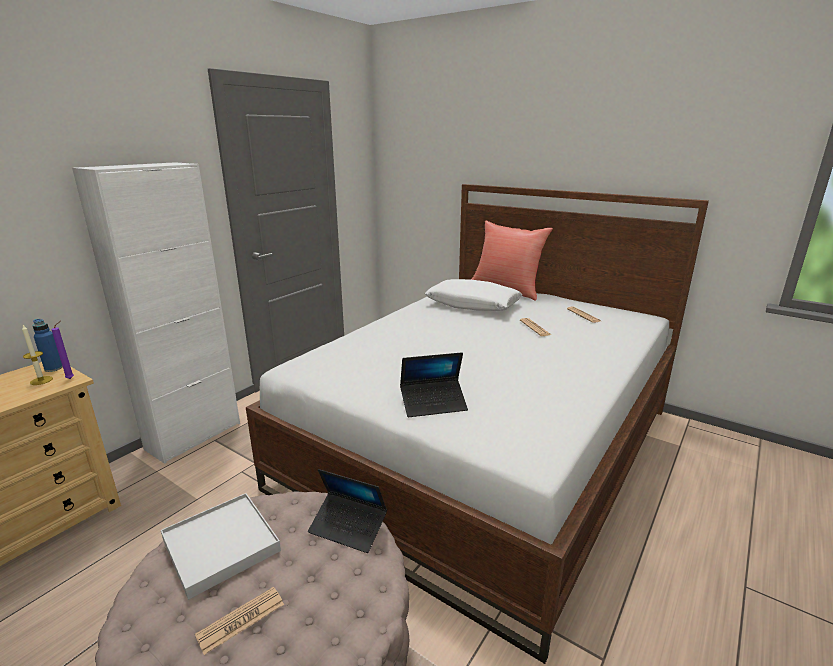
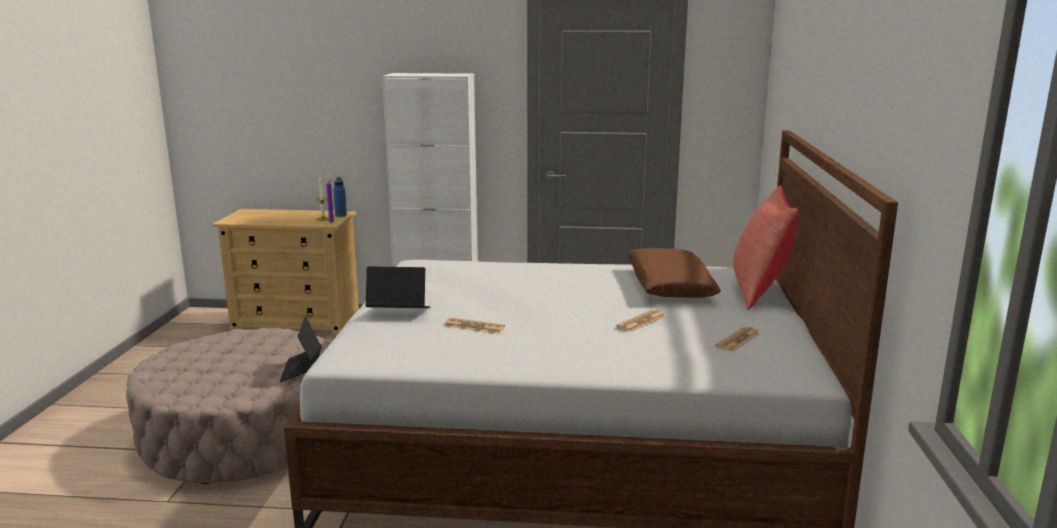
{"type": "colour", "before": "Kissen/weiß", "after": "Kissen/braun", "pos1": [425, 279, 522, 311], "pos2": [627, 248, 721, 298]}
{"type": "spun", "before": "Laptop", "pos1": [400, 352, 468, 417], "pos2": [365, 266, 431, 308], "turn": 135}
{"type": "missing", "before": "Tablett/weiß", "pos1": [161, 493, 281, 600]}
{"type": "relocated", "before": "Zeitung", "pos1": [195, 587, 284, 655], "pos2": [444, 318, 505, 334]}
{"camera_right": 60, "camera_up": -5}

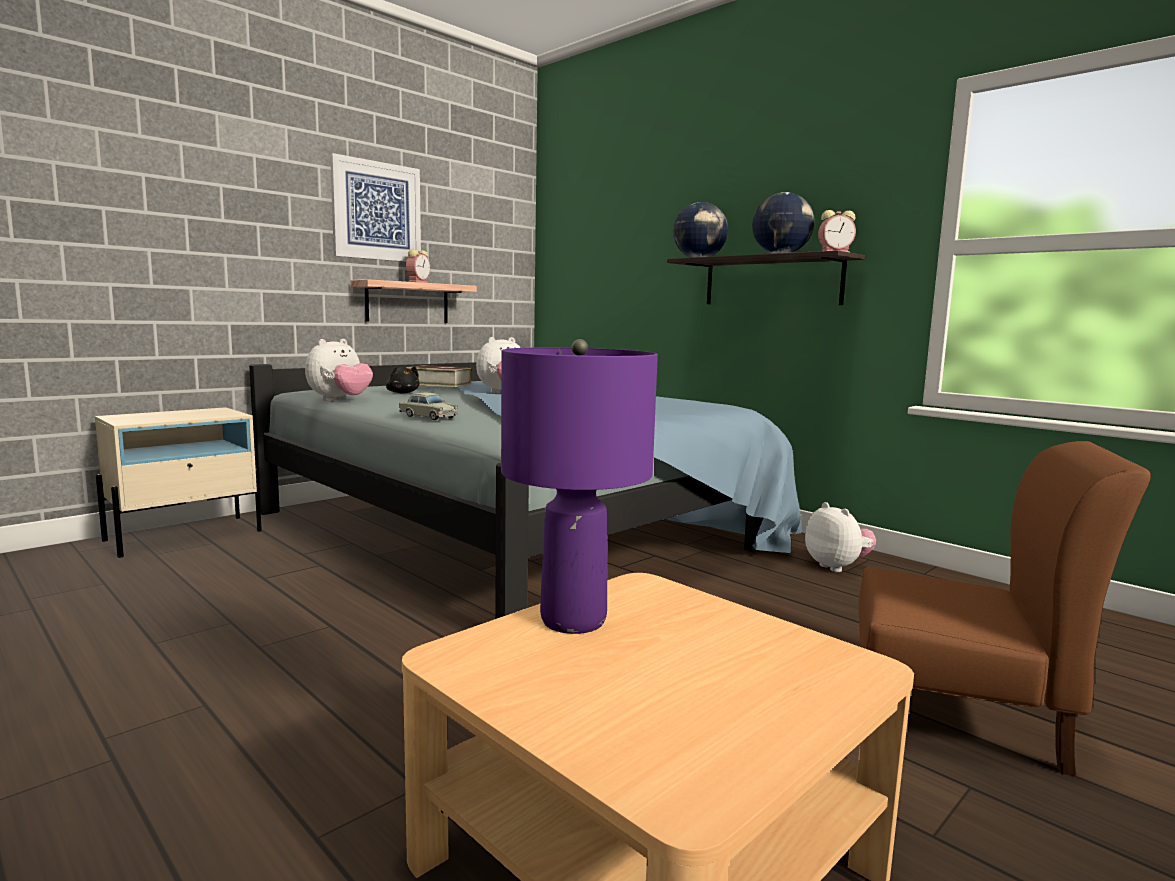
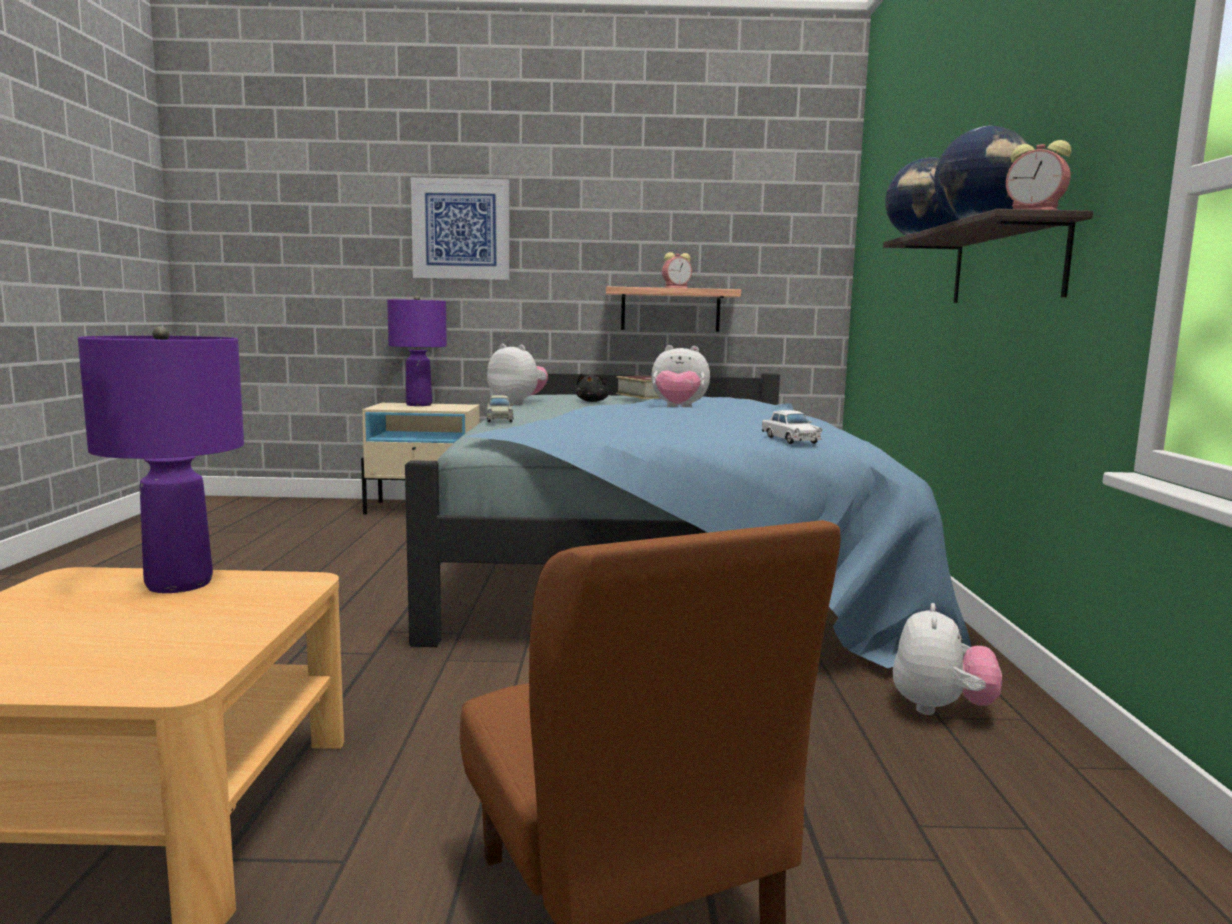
{"type": "relocated", "before": "Bild", "pos1": [330, 153, 421, 262], "pos2": [411, 177, 510, 280]}
{"type": "spun", "before": "Plüschtier", "pos1": [305, 339, 373, 401], "pos2": [487, 344, 548, 405], "turn": -135}
{"type": "appeared", "after": "Tischlampe/lila", "pos2": [387, 296, 447, 406]}
{"type": "appeared", "after": "Spielzeugauto/weiß", "pos2": [762, 410, 822, 444]}
{"camera_right": 45, "camera_up": 0}

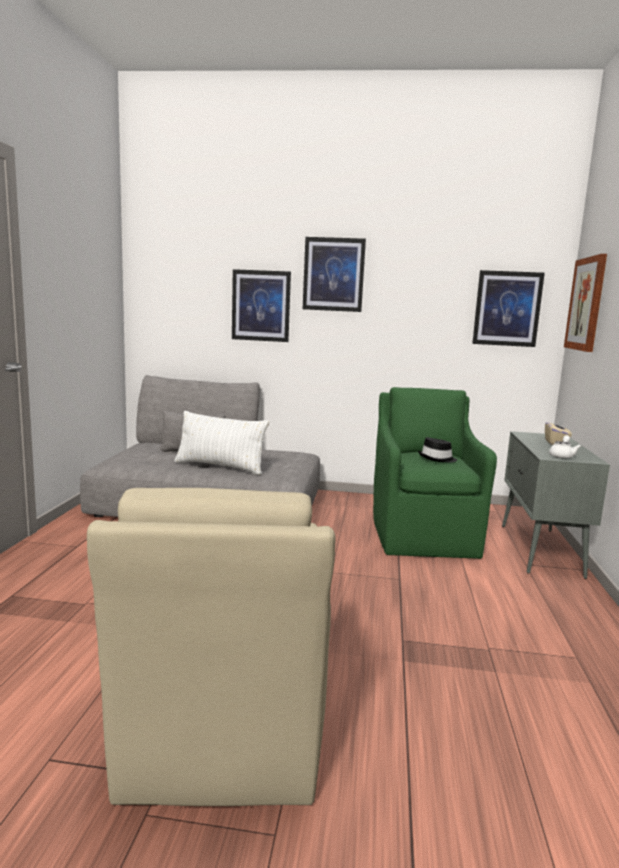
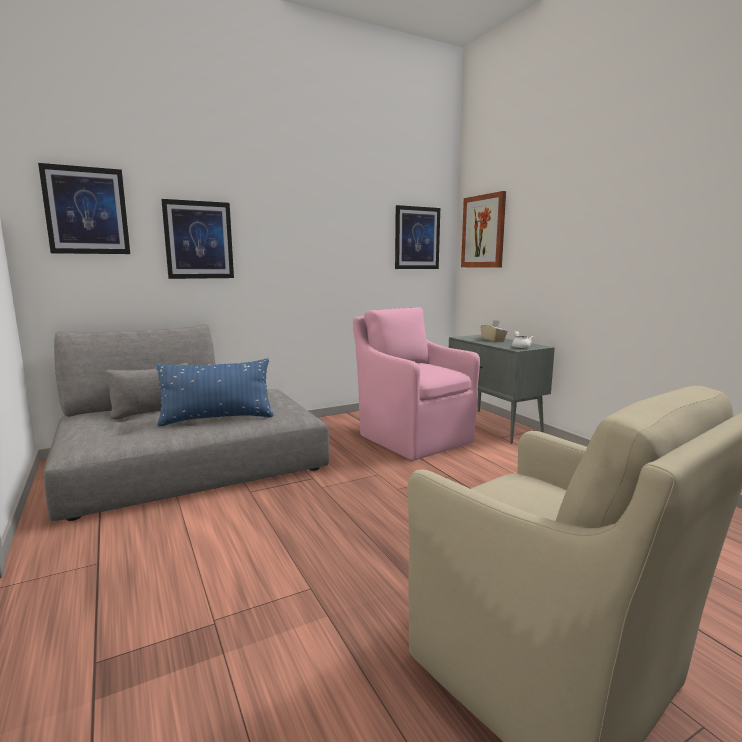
{"type": "relocated", "before": "Bild", "pos1": [303, 237, 366, 312], "pos2": [38, 163, 130, 254]}
{"type": "colour", "before": "Sessel/grün", "after": "Sessel/rosa", "pos1": [373, 387, 497, 559], "pos2": [353, 307, 480, 461]}
{"type": "colour", "before": "Kissen/weiß", "after": "Kissen/blau", "pos1": [174, 411, 269, 475], "pos2": [156, 358, 274, 426]}
{"type": "missing", "before": "Hut/schwarz", "pos1": [418, 437, 457, 462]}
{"camera_right": -35, "camera_up": 0}

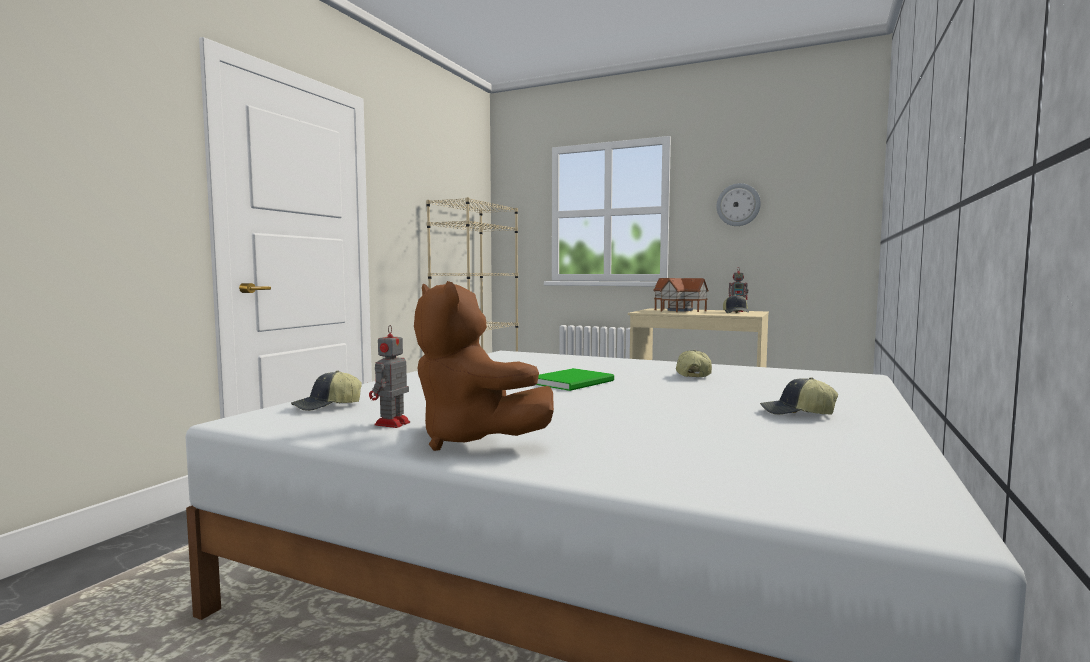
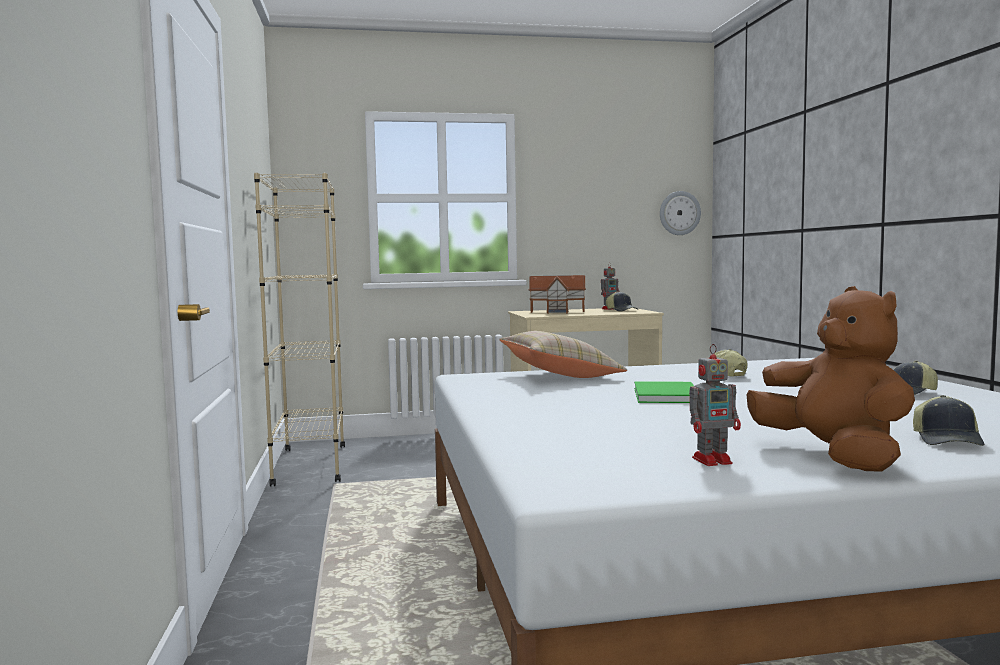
{"type": "relocated", "before": "Wanduhr", "pos1": [716, 183, 761, 226], "pos2": [660, 191, 701, 235]}
{"type": "spun", "before": "Plüschtier/braun", "pos1": [414, 281, 554, 451], "pos2": [746, 286, 915, 472], "turn": -120}
{"type": "spun", "before": "Spielzeugroboter", "pos1": [369, 325, 410, 428], "pos2": [689, 344, 741, 466], "turn": -90}
{"type": "relocated", "before": "Kappe", "pos1": [291, 371, 362, 411], "pos2": [913, 395, 984, 446]}
{"type": "appeared", "after": "Kissen/beige", "pos2": [499, 331, 627, 378]}
{"camera_right": -35, "camera_up": 0}

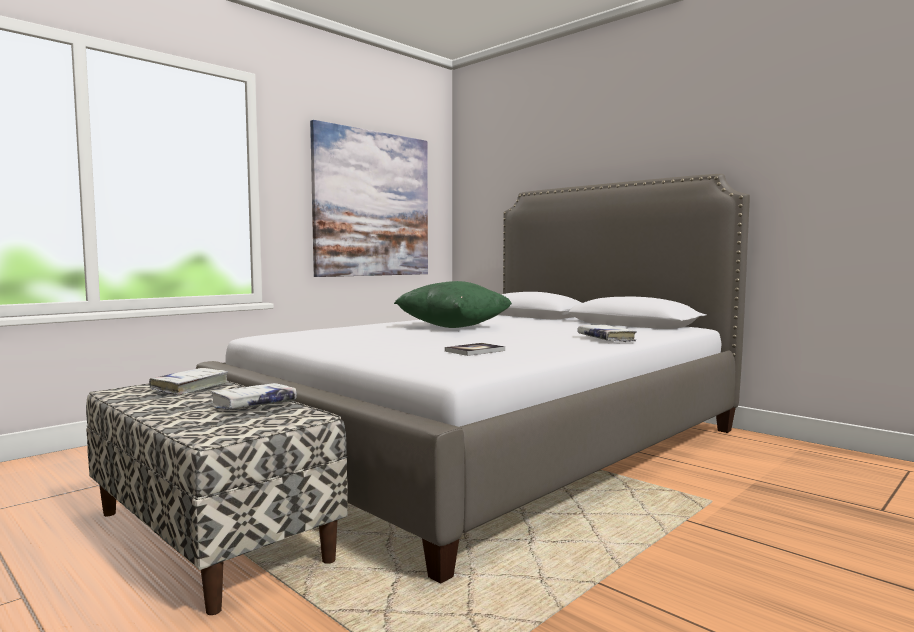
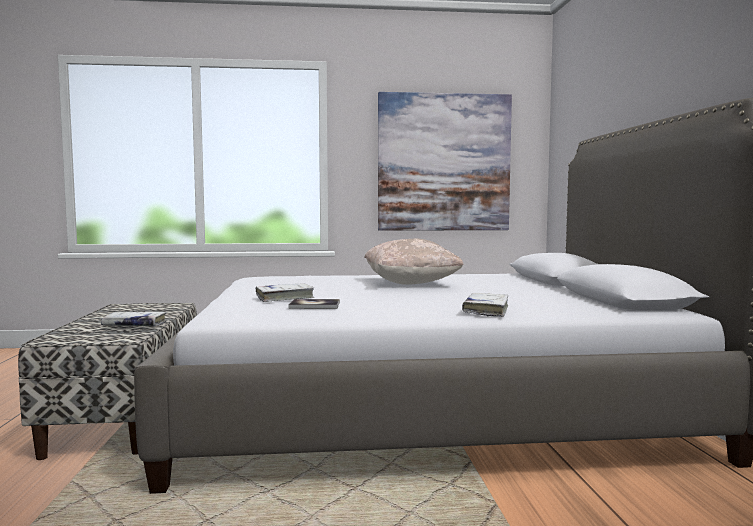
{"type": "colour", "before": "Kissen/grün", "after": "Kissen/beige", "pos1": [394, 281, 512, 328], "pos2": [364, 239, 464, 284]}
{"type": "relocated", "before": "Buch/weiß", "pos1": [149, 368, 228, 395], "pos2": [256, 283, 315, 302]}
{"camera_right": 40, "camera_up": 0}

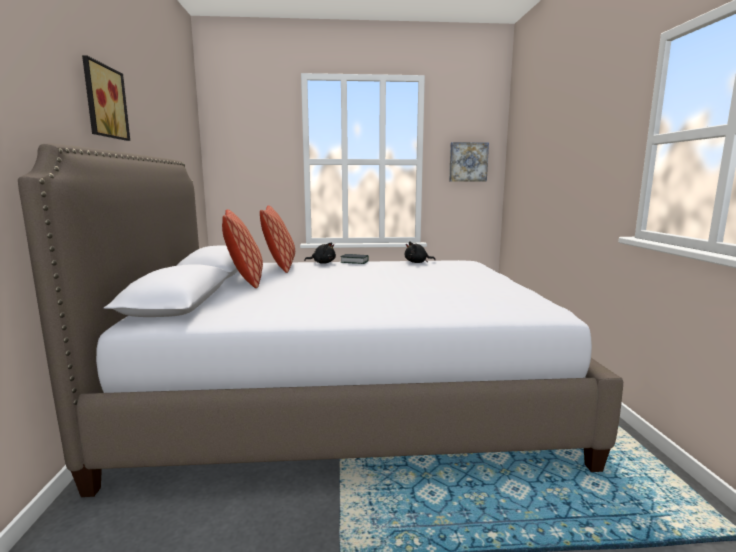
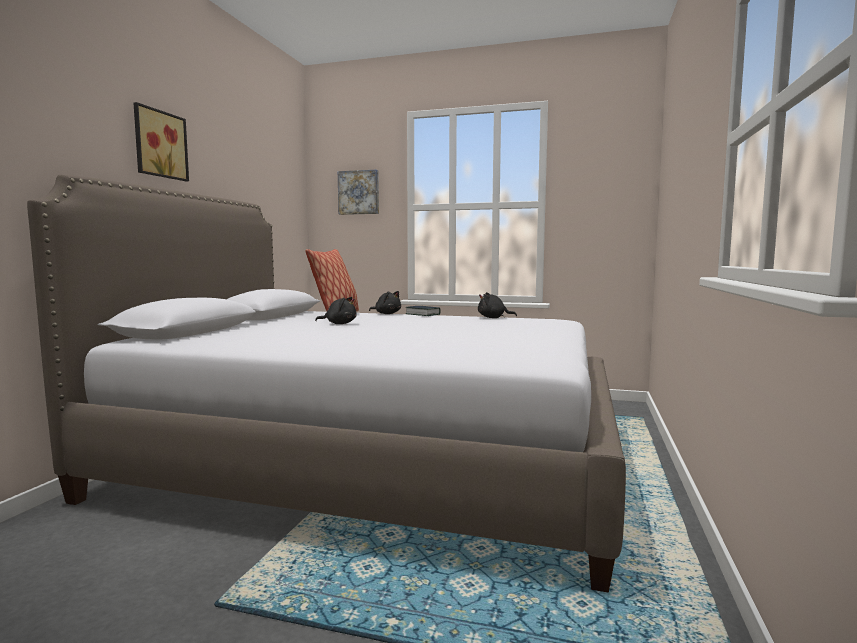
{"type": "relocated", "before": "Bild", "pos1": [449, 142, 489, 181], "pos2": [338, 169, 379, 215]}
{"type": "missing", "before": "Kissen", "pos1": [222, 209, 263, 288]}
{"type": "appeared", "after": "Plüschtier/schwarz", "pos2": [315, 297, 357, 324]}
{"camera_right": 20, "camera_up": -5}

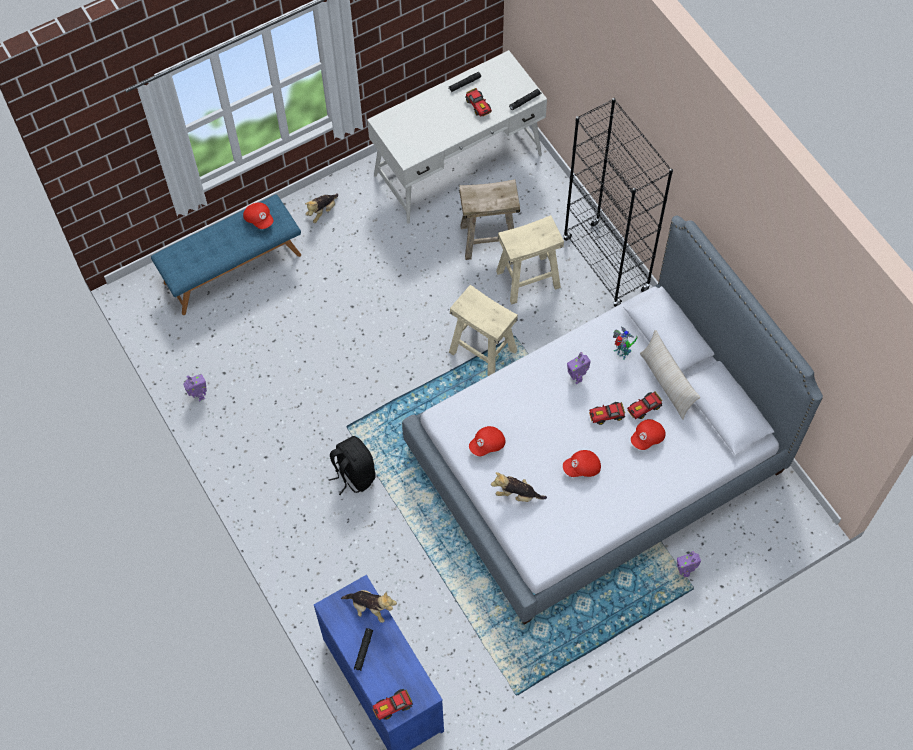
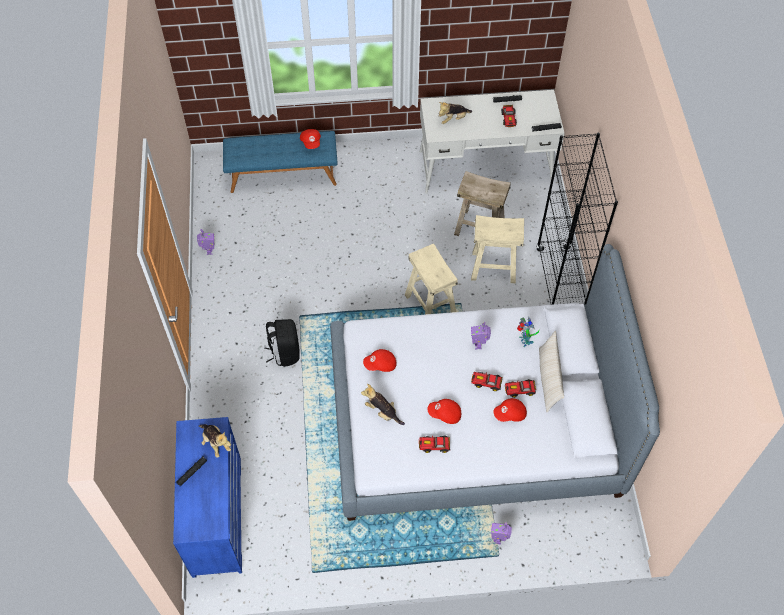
{"type": "relocated", "before": "Plüschtier", "pos1": [305, 193, 338, 223], "pos2": [439, 102, 472, 124]}
{"type": "relocated", "before": "Spielzeugauto", "pos1": [372, 689, 413, 720], "pos2": [419, 435, 450, 453]}
{"camera_right": 25, "camera_up": -5}

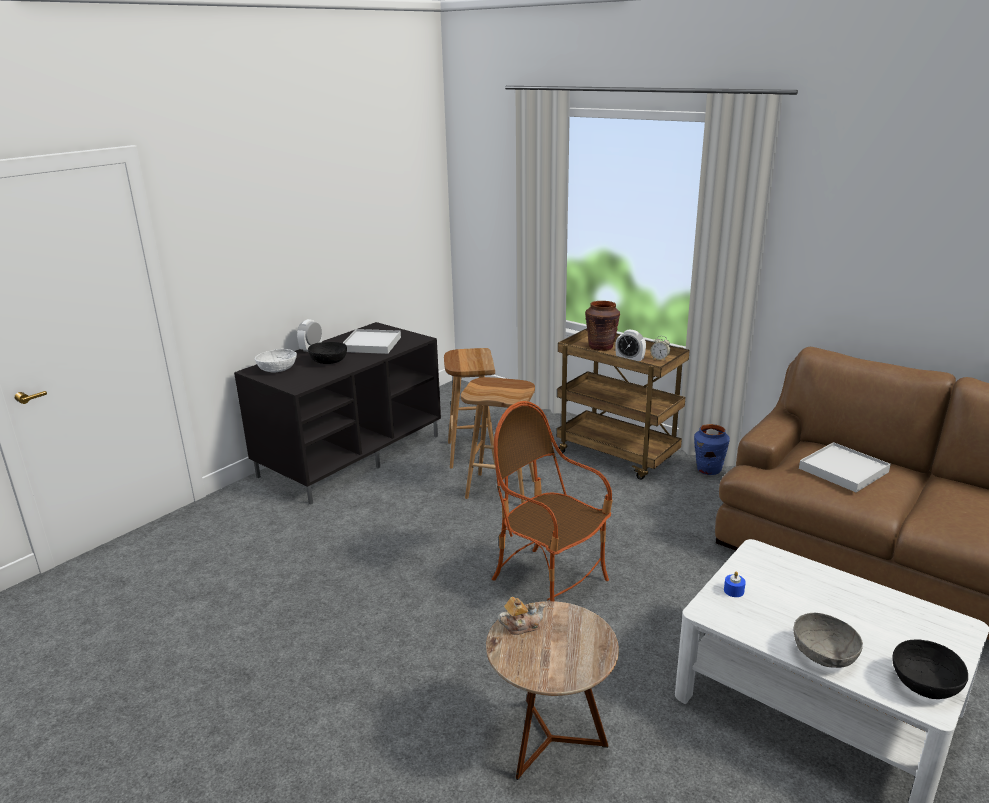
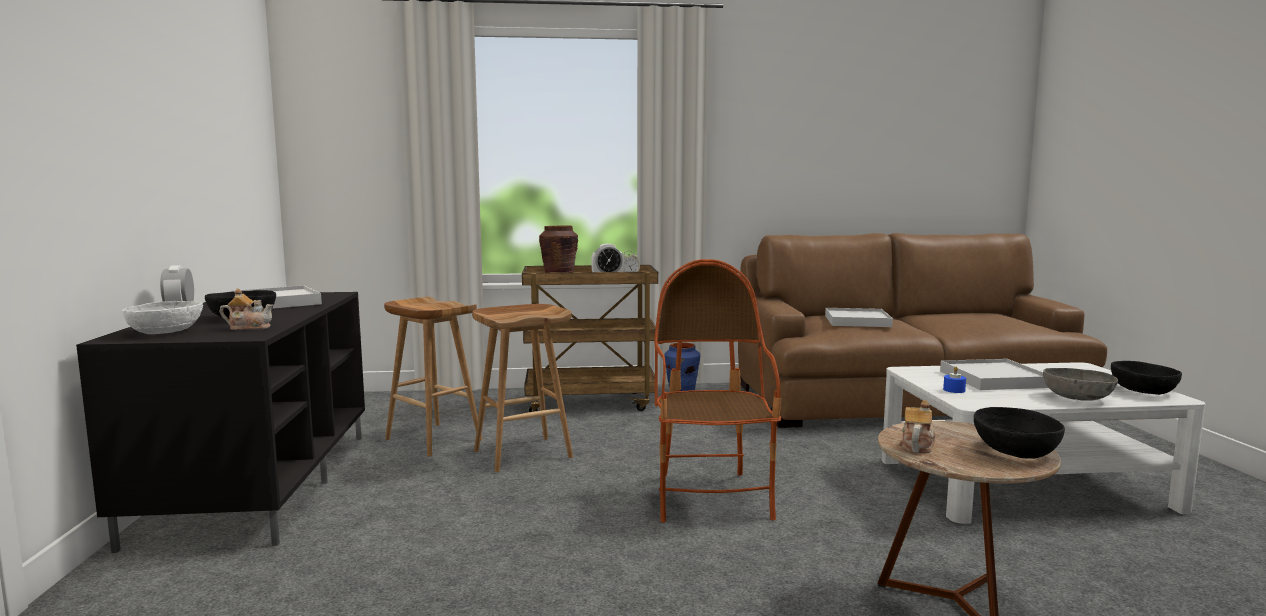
{"type": "spun", "before": "Sessel", "pos1": [492, 401, 613, 601], "pos2": [654, 259, 781, 523], "turn": 90}
{"type": "appeared", "after": "Teekanne", "pos2": [220, 288, 273, 330]}
{"type": "appeared", "after": "Tablett/weiß", "pos2": [940, 359, 1048, 390]}
{"type": "appeared", "after": "Schüssel/schwarz", "pos2": [974, 407, 1065, 459]}
{"camera_right": -45, "camera_up": -15}

